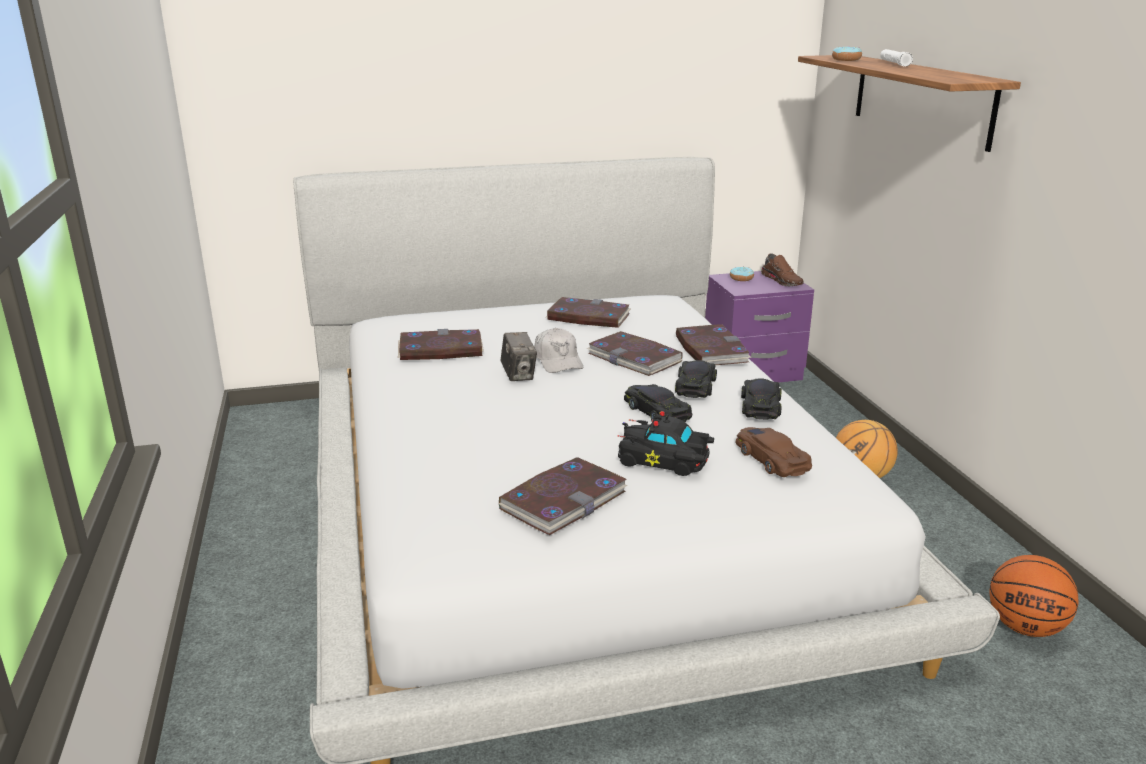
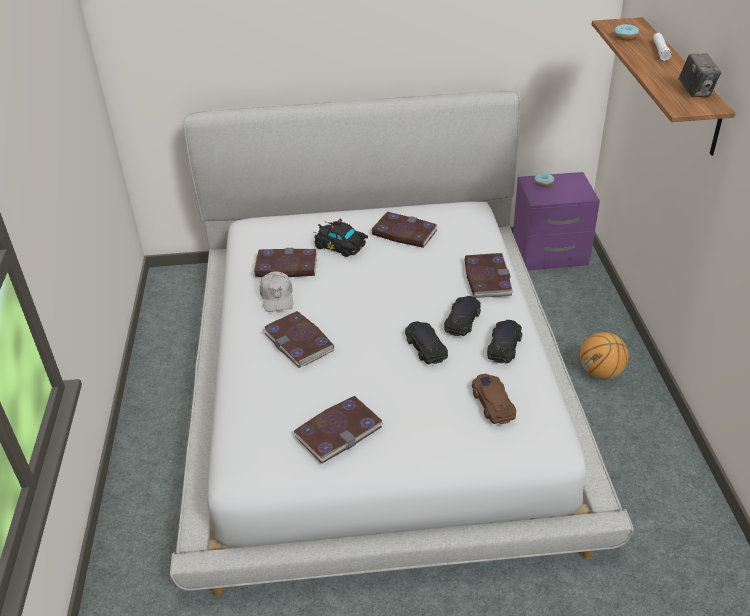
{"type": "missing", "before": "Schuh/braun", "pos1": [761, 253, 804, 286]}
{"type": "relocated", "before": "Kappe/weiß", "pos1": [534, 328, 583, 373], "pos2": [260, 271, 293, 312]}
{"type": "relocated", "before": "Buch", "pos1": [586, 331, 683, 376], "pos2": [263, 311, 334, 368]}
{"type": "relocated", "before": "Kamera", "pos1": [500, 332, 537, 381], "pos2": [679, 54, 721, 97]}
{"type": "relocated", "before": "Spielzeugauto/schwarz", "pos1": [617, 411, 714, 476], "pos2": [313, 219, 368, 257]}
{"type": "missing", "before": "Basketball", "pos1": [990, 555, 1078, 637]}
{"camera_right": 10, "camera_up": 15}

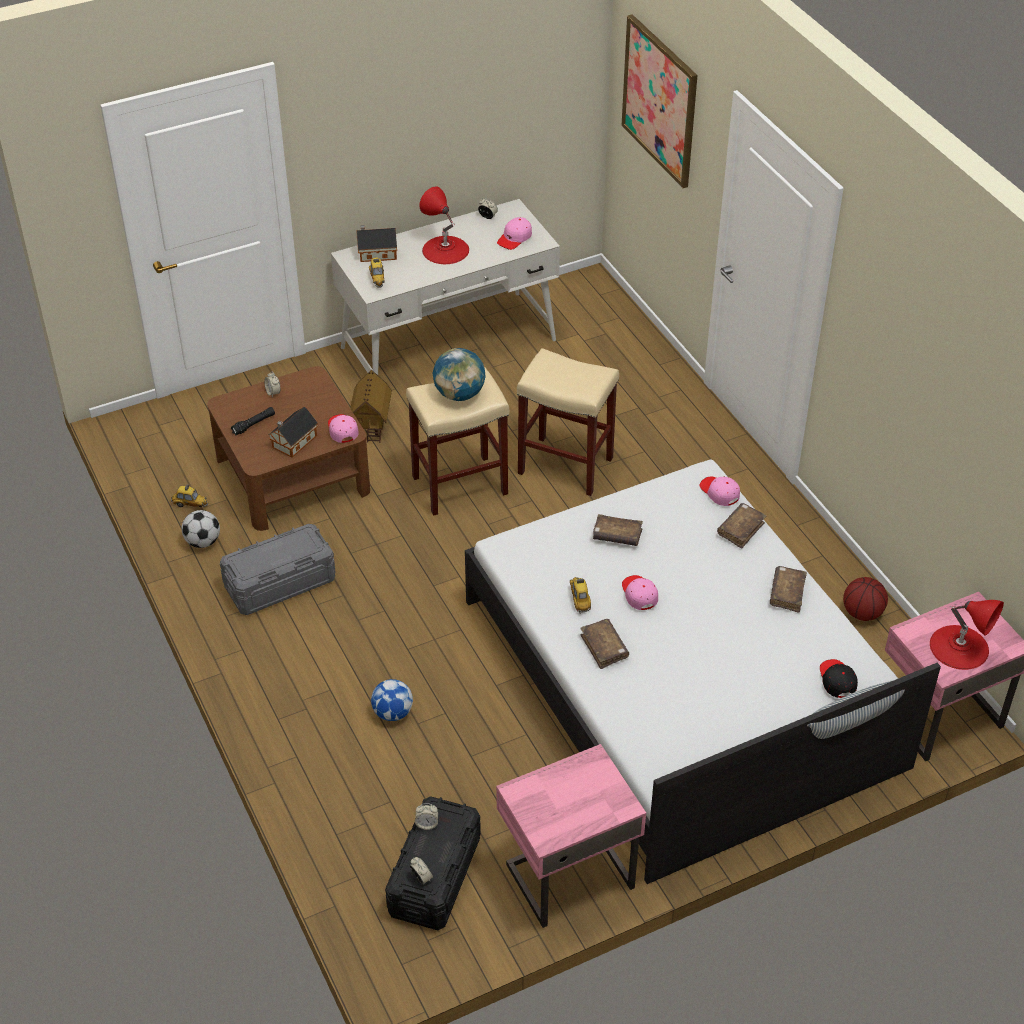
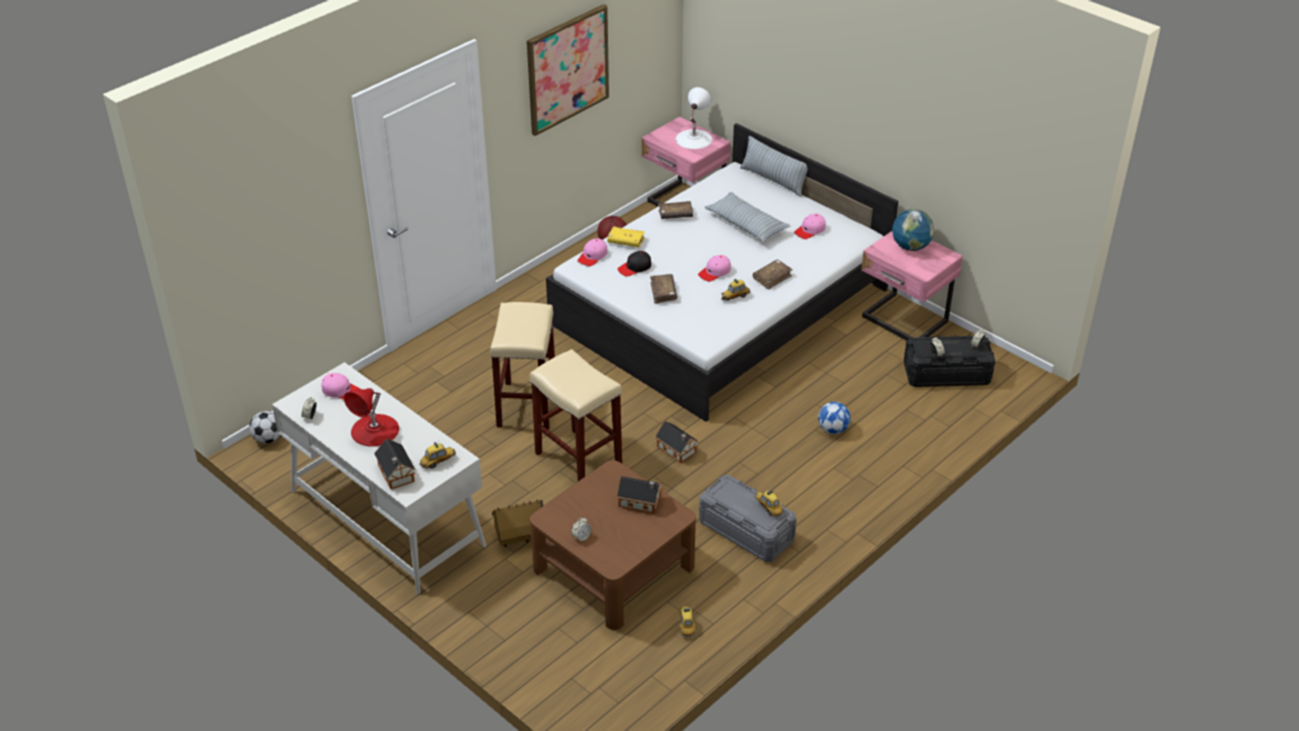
{"type": "relocated", "before": "Bild", "pos1": [622, 14, 697, 188], "pos2": [527, 4, 609, 136]}
{"type": "relocated", "before": "Globus", "pos1": [433, 348, 486, 401], "pos2": [892, 209, 935, 251]}
{"type": "missing", "before": "Taschenlampe/schwarz", "pos1": [231, 407, 275, 436]}
{"type": "relocated", "before": "Kappe/rosa", "pos1": [328, 414, 359, 443], "pos2": [794, 214, 826, 239]}
{"type": "colour", "before": "Buch/braun", "after": "Buch/gelb", "pos1": [717, 503, 766, 548], "pos2": [607, 226, 645, 247]}
{"type": "relocated", "before": "Fußball", "pos1": [182, 510, 220, 548], "pos2": [249, 411, 280, 443]}
{"type": "colour", "before": "Tischlampe/rot", "after": "Tischlampe/weiß", "pos1": [930, 600, 1004, 670], "pos2": [676, 87, 712, 149]}
{"type": "relocated", "before": "Kappe/schwarz", "pos1": [820, 659, 858, 698], "pos2": [618, 251, 651, 276]}
{"type": "appeared", "after": "Kissen", "pos2": [704, 192, 790, 242]}
{"type": "appeared", "after": "Spielzeughaus", "pos2": [655, 421, 699, 463]}
{"type": "appeared", "after": "Spielzeugauto", "pos2": [755, 490, 784, 518]}
{"camera_right": -110, "camera_up": -5}

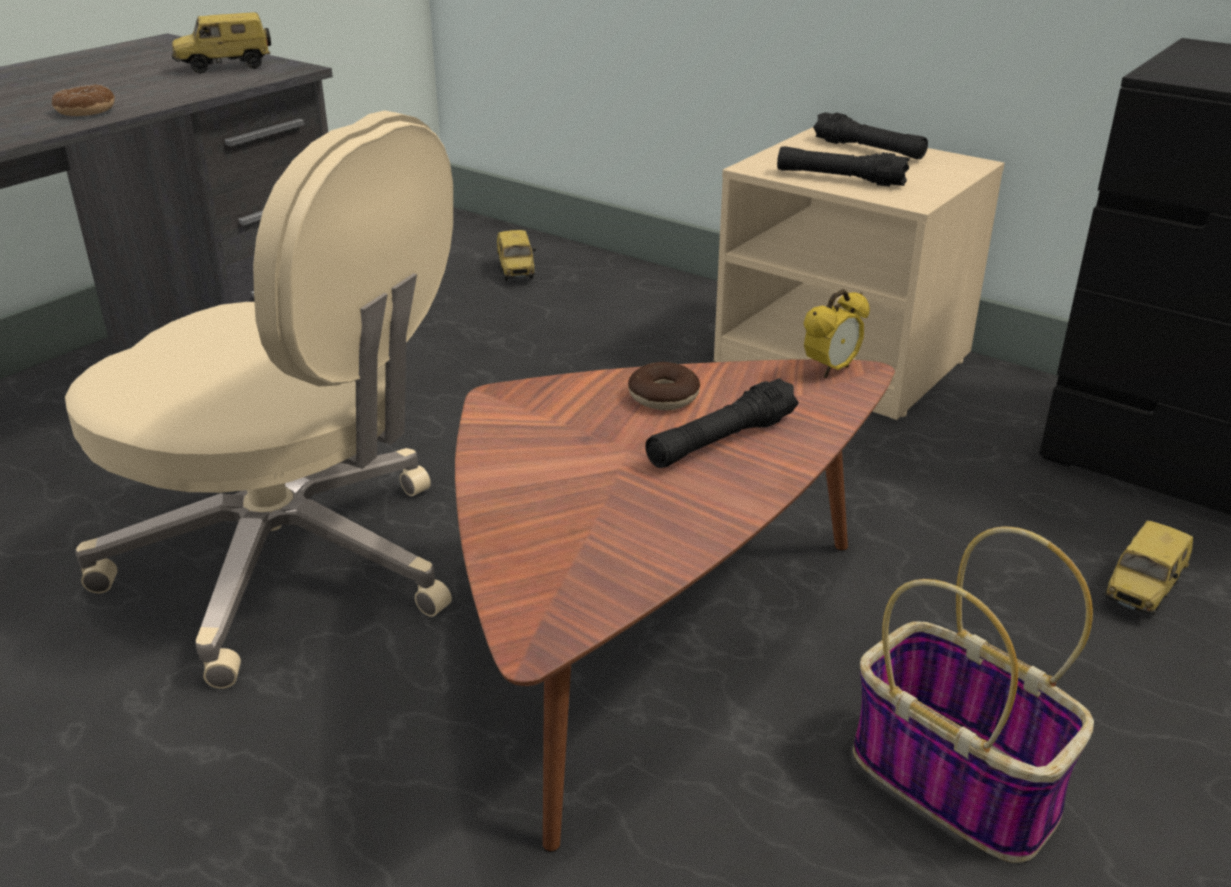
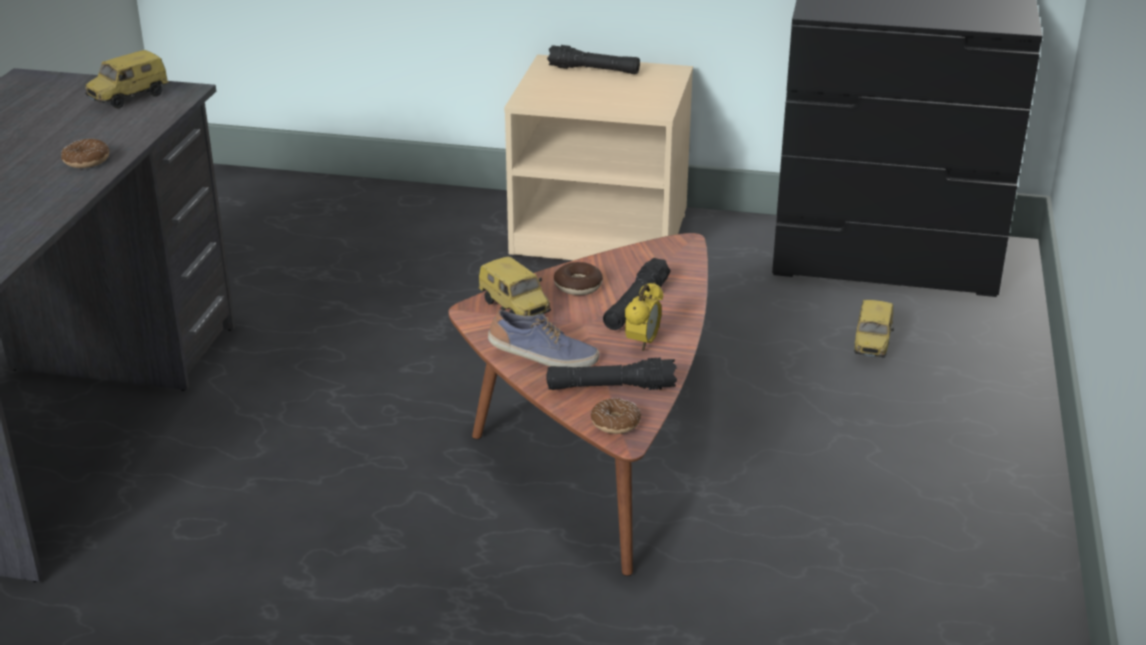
{"type": "missing", "before": "Bürostuhl/beige", "pos1": [65, 110, 453, 689]}
{"type": "relocated", "before": "Taschenlampe/schwarz", "pos1": [777, 146, 910, 187], "pos2": [546, 358, 677, 390]}
{"type": "relocated", "before": "Spielzeugauto", "pos1": [497, 230, 536, 281], "pos2": [478, 256, 551, 316]}
{"type": "relocated", "before": "Wecker", "pos1": [804, 289, 870, 378], "pos2": [625, 282, 663, 351]}
{"type": "missing", "before": "Korb", "pos1": [853, 527, 1094, 863]}
{"type": "appeared", "after": "Schuh", "pos2": [488, 310, 599, 368]}
{"type": "appeared", "after": "Donut", "pos2": [591, 398, 641, 434]}
{"camera_right": -25, "camera_up": 0}

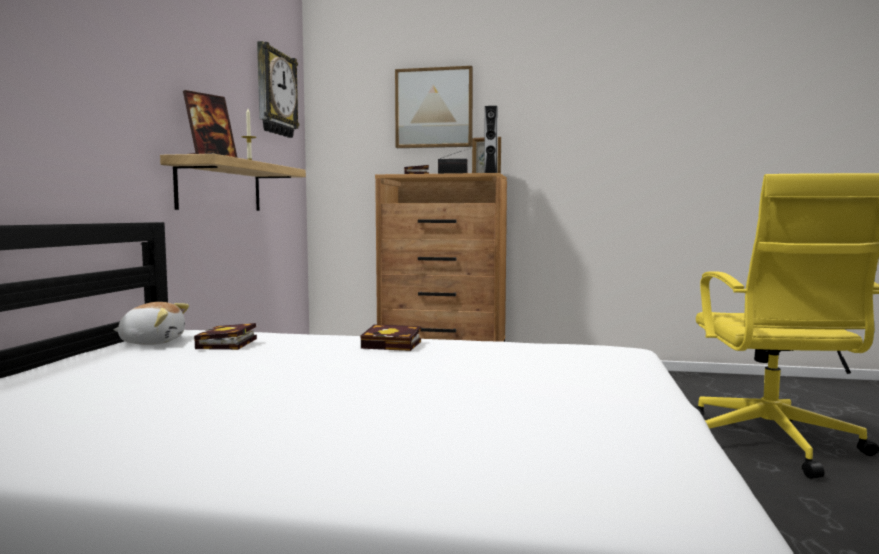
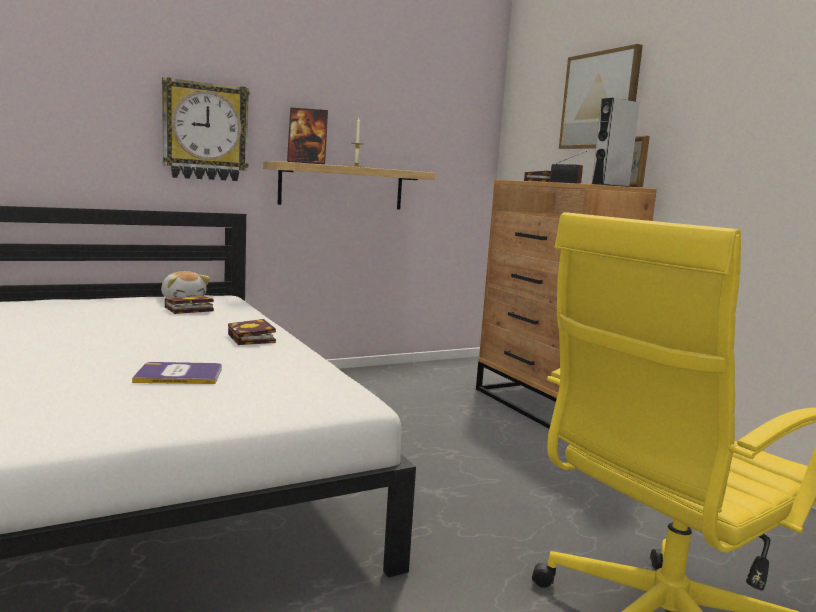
{"type": "relocated", "before": "Wanduhr", "pos1": [257, 41, 299, 138], "pos2": [162, 77, 250, 181]}
{"type": "appeared", "after": "Buch", "pos2": [132, 362, 222, 384]}
{"camera_right": 50, "camera_up": 5}

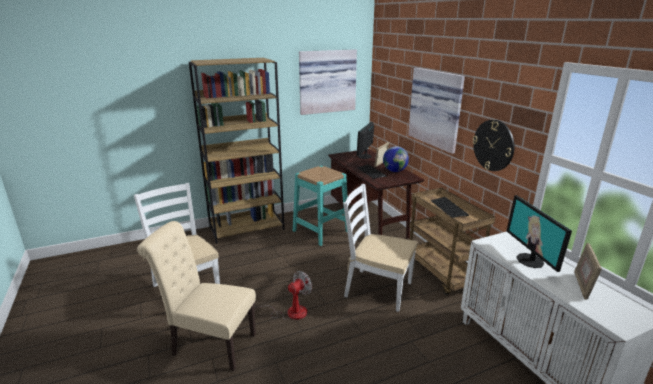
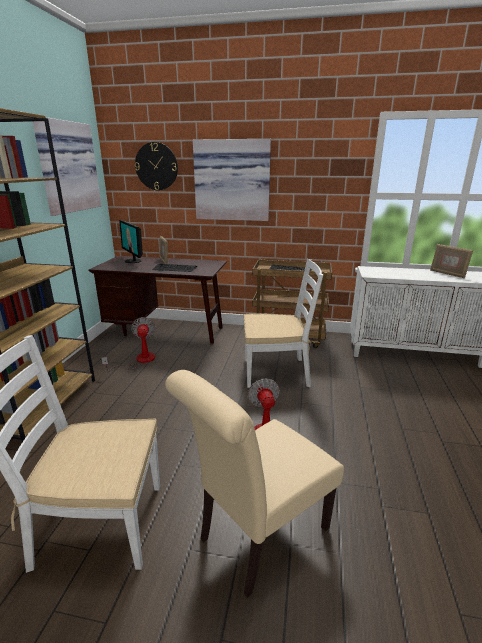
{"type": "relocated", "before": "Wanduhr", "pos1": [472, 120, 514, 171], "pos2": [135, 142, 178, 190]}
{"type": "missing", "before": "Globus", "pos1": [383, 146, 409, 172]}
{"type": "exchanged", "before": "Hocker/türkis", "after": "Ventilator", "pos1": [293, 165, 348, 246], "pos2": [101, 317, 156, 372]}
{"type": "spun", "before": "Stuhl/weiß", "pos1": [343, 184, 417, 312], "pos2": [244, 259, 324, 388], "turn": -150}
{"type": "missing", "before": "Monitor", "pos1": [506, 195, 572, 272]}
{"camera_right": -55, "camera_up": 0}

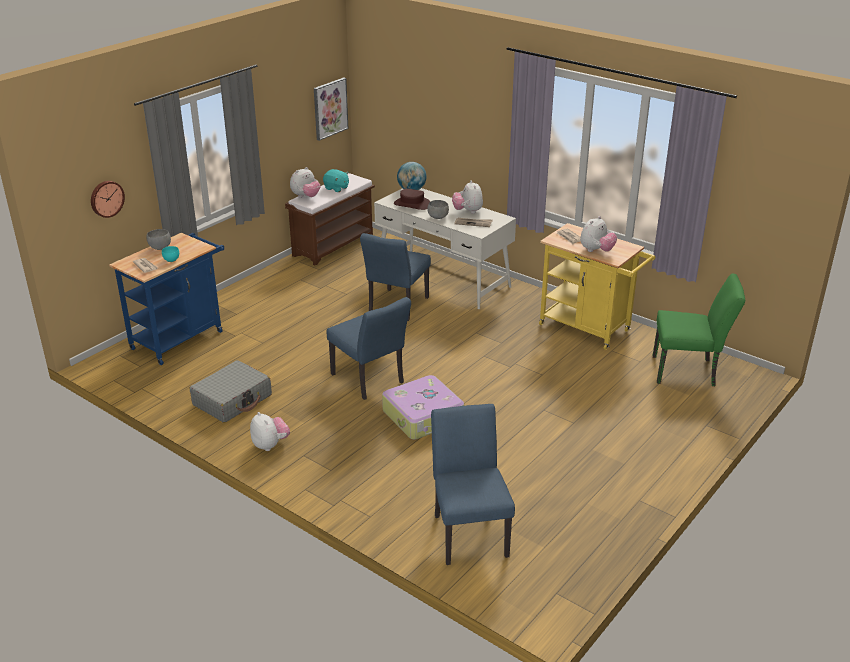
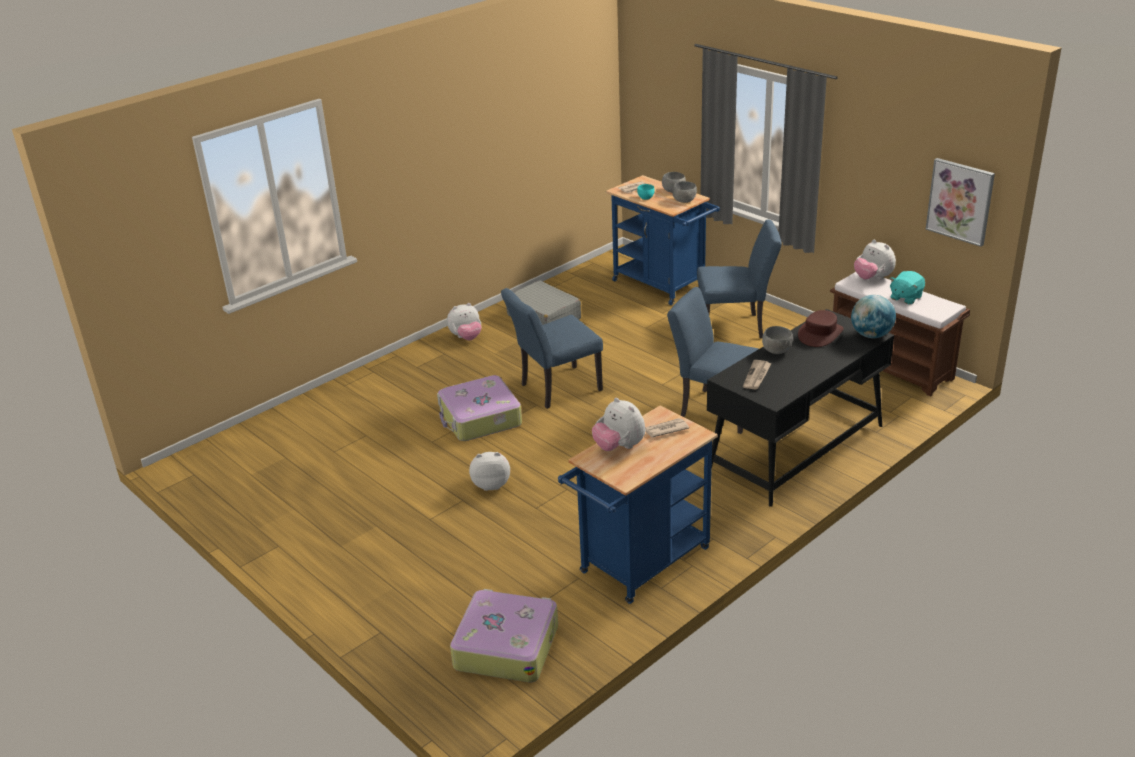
{"type": "relocated", "before": "Plüschtier", "pos1": [452, 180, 483, 214], "pos2": [469, 452, 510, 491]}
{"type": "missing", "before": "Wanduhr", "pos1": [91, 181, 125, 218]}
{"type": "colour", "before": "Schreibtisch/weiß", "after": "Schreibtisch/schwarz", "pos1": [374, 188, 516, 309], "pos2": [707, 309, 894, 507]}
{"type": "colour", "before": "Rollwagen/gelb", "after": "Rollwagen/blau", "pos1": [539, 223, 655, 350], "pos2": [558, 406, 718, 604]}
{"type": "exchanged", "before": "Stuhl/grün", "after": "Koffer", "pos1": [653, 273, 745, 386], "pos2": [450, 589, 558, 683]}
{"type": "relocated", "before": "Stuhl/blau", "pos1": [431, 404, 515, 565], "pos2": [697, 220, 782, 338]}
{"type": "appeared", "after": "Schüssel/grau", "pos2": [672, 181, 697, 203]}
{"camera_right": 100, "camera_up": 0}

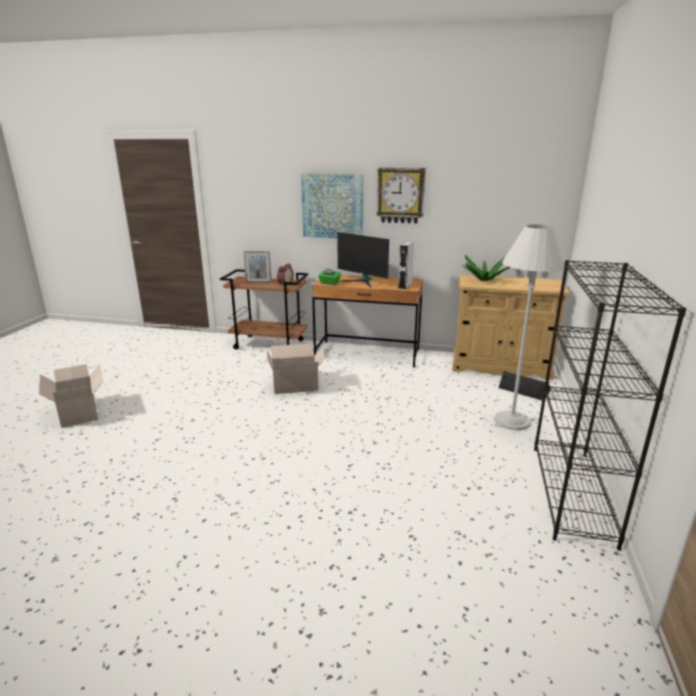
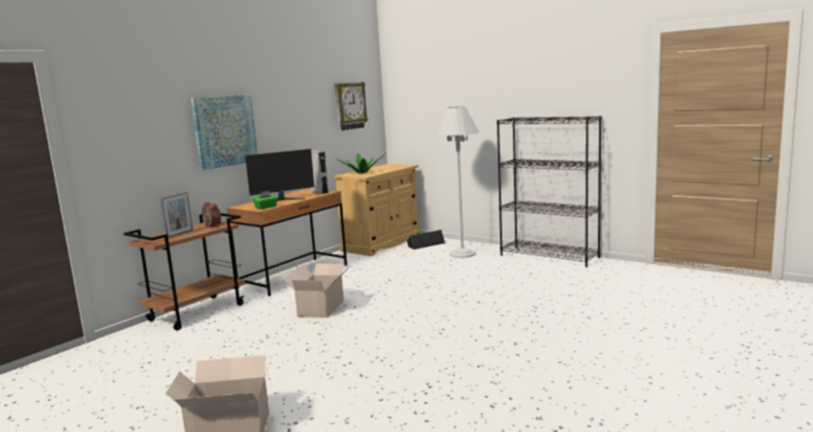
{"type": "relocated", "before": "Wanduhr", "pos1": [377, 168, 426, 224], "pos2": [335, 82, 368, 131]}
{"camera_right": -65, "camera_up": -10}

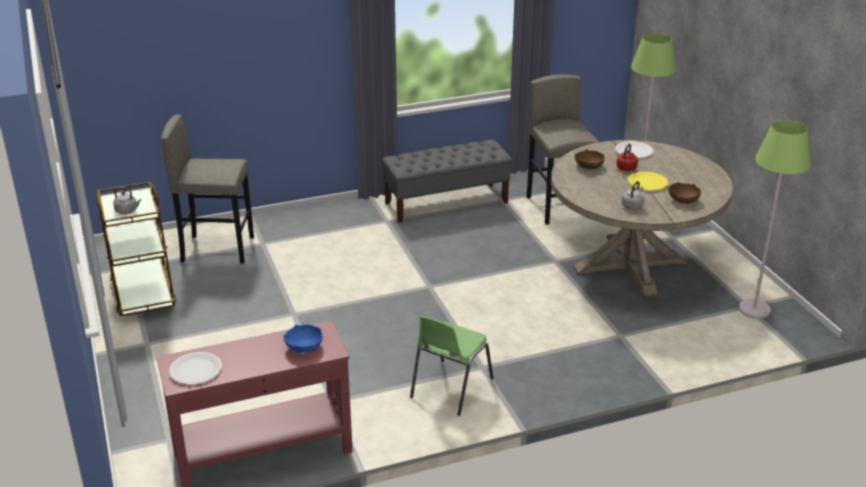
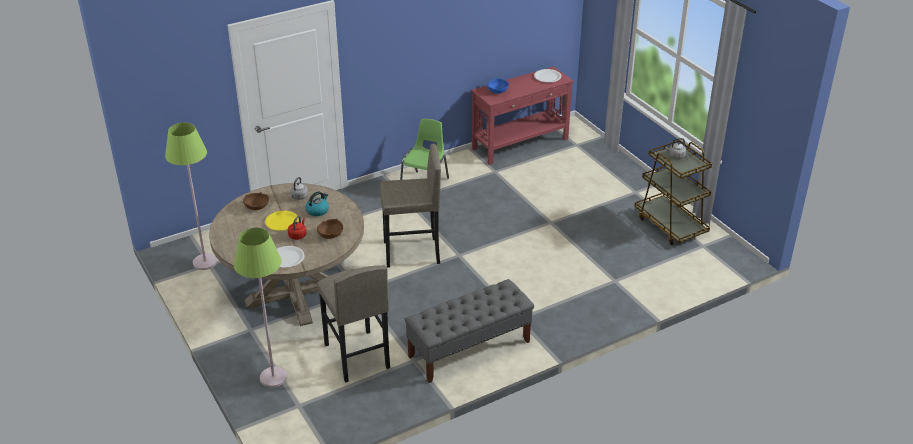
{"type": "relocated", "before": "Hocker/grau", "pos1": [161, 114, 254, 264], "pos2": [380, 144, 441, 268]}
{"type": "appeared", "after": "Wasserkessel", "pos2": [305, 191, 329, 216]}
{"camera_right": 170, "camera_up": 5}

